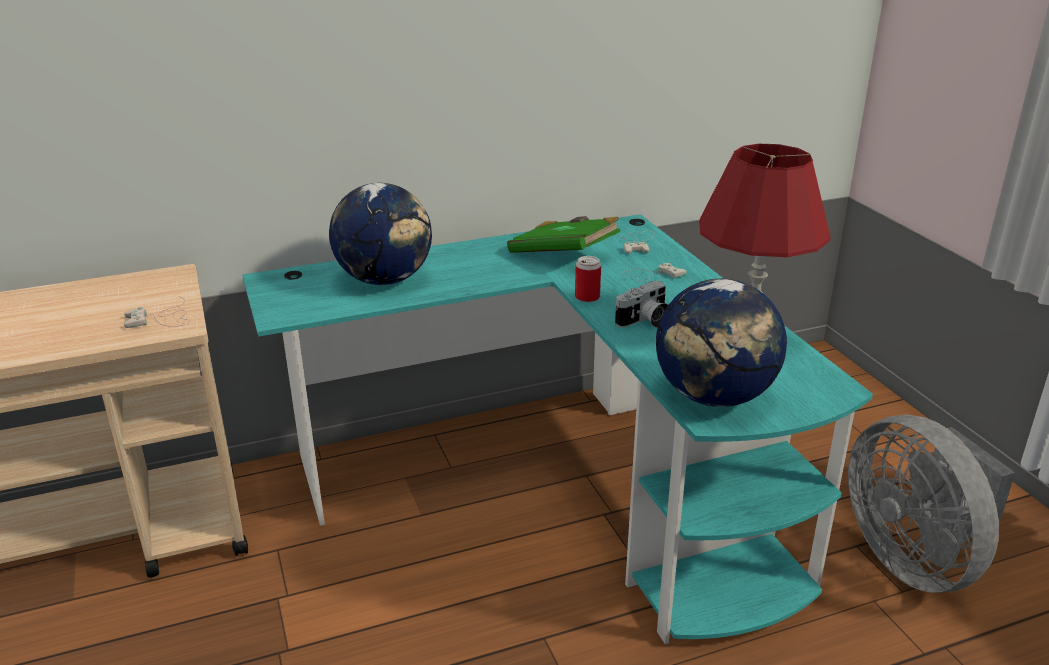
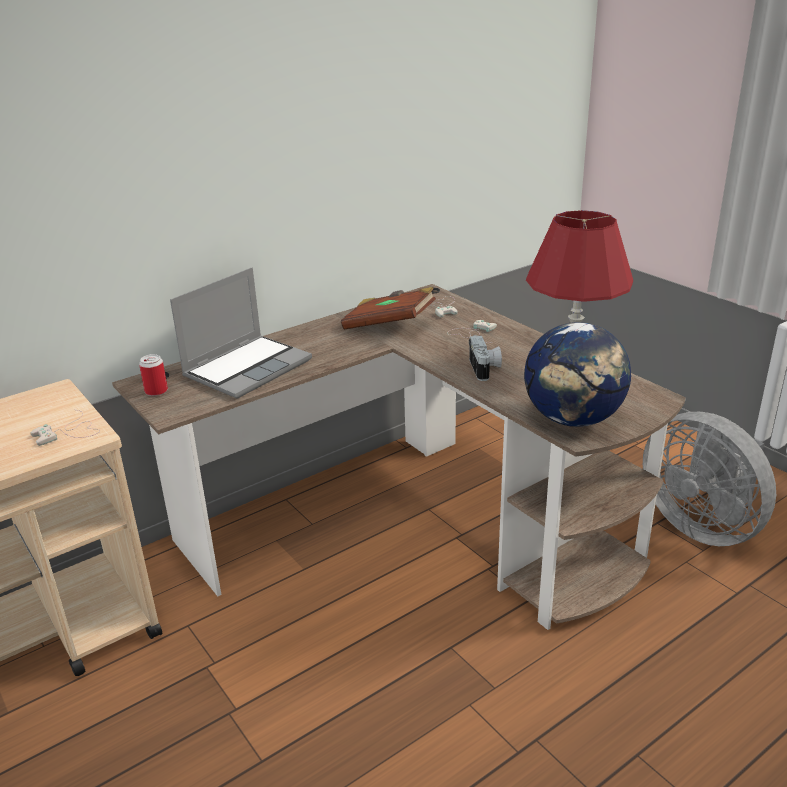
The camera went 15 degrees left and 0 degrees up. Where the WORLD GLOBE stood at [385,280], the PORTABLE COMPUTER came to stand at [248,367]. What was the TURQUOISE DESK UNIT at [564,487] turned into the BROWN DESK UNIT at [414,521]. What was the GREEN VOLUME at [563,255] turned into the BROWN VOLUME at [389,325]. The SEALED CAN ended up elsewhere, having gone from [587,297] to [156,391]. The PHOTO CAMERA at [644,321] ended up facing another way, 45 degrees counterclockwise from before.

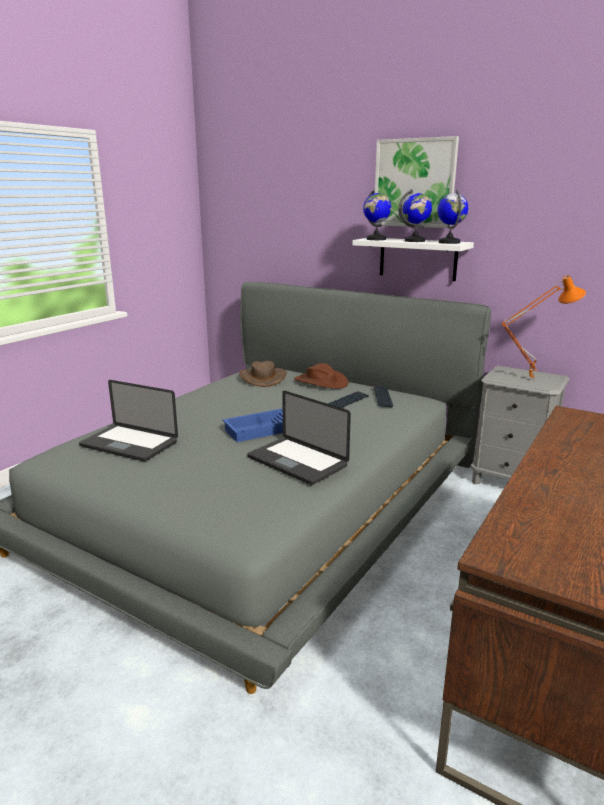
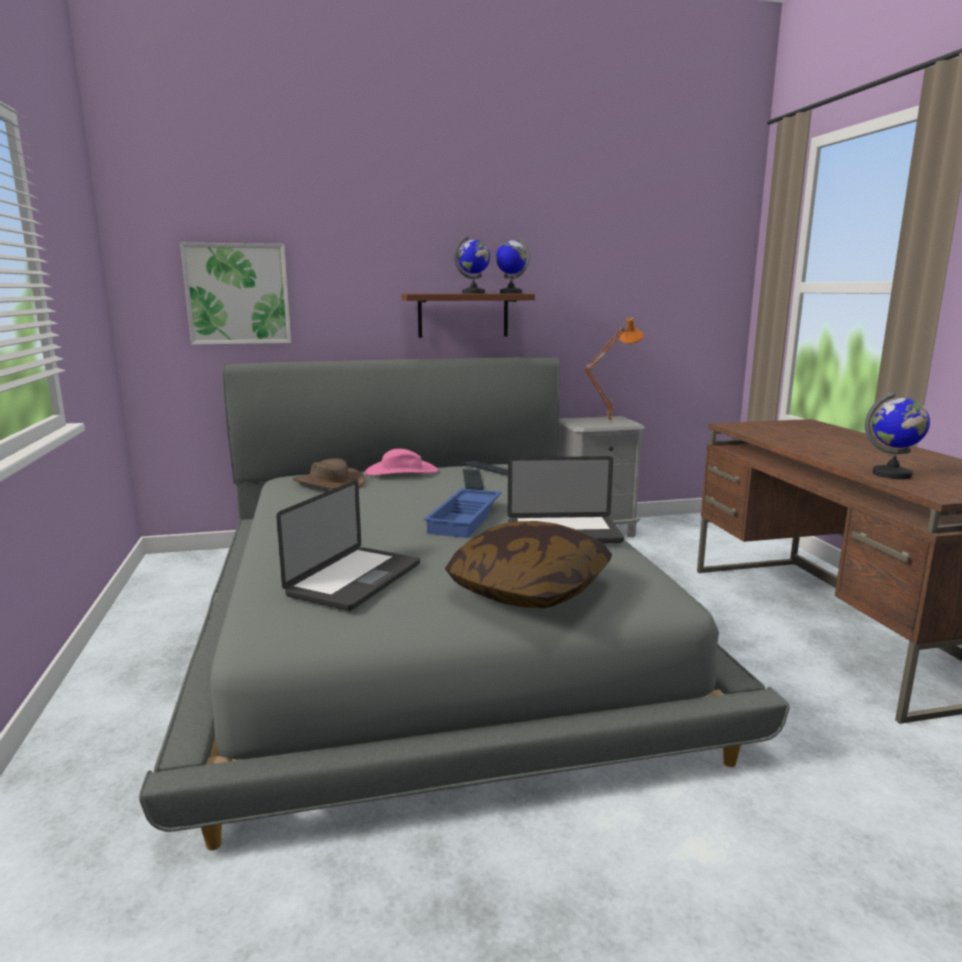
The camera went 45 degrees left and 5 degrees down. The WALL ART ended up elsewhere, having gone from [414,183] to [238,294]. The WORLD GLOBE ended up elsewhere, having gone from [376,239] to [892,474]. What was the WHITE-COLOURED BRACKET SHELF at [417,259] turned into the BROWN BRACKET SHELF at [463,315]. What was the BROWN WEARABLE HAT at [320,382] turned into the PINK-COLOURED WEARABLE HAT at [401,472]. The PORTABLE COMPUTER at [129,444] ended up facing another way, 45 degrees counterclockwise from before. The second view gained the THROW PILLOW at [529,589].

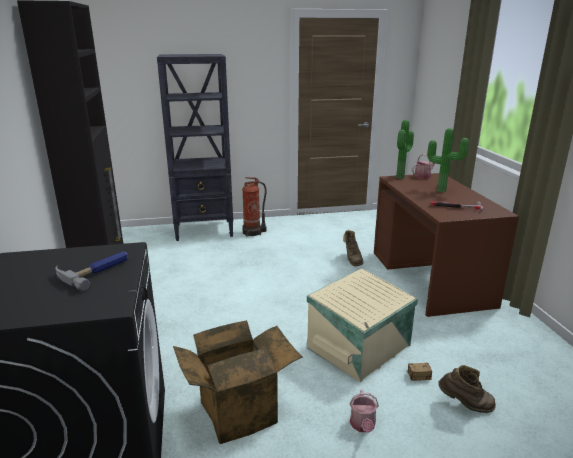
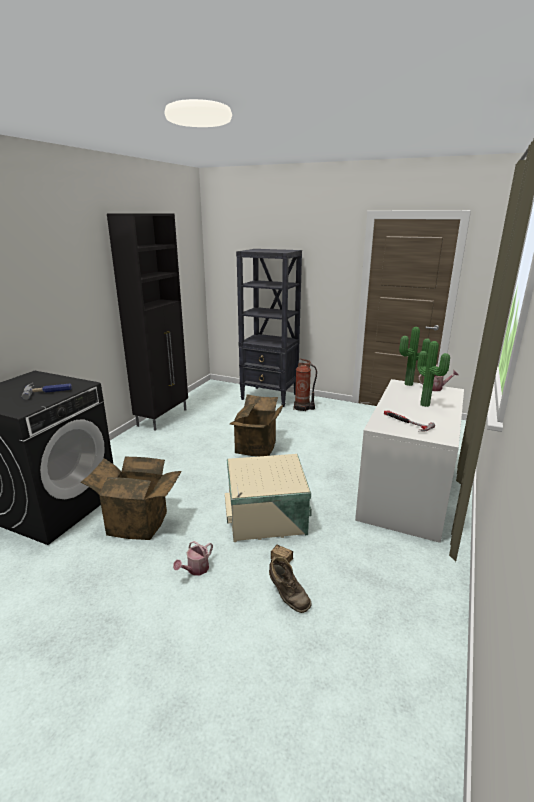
The camera went 35 degrees right and 0 degrees up. What was the BROWN DESK UNIT at [430,277] turned into the WHITE-COLOURED DESK UNIT at [407,491]. The second view lost the BROWN HIGH-TOP BOOT at [352,259]. The second view gained the CARDBOARD BOX at [257,447].

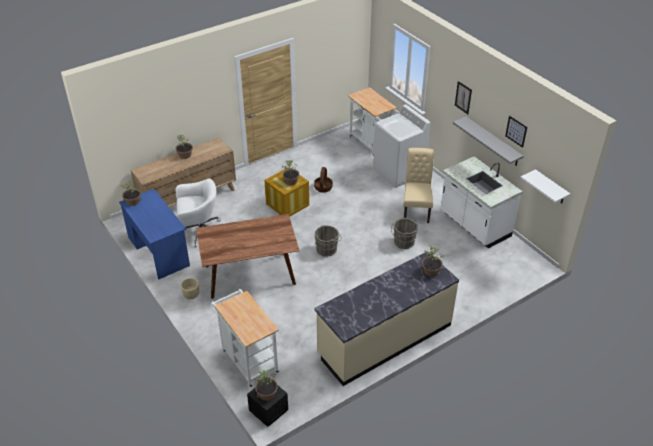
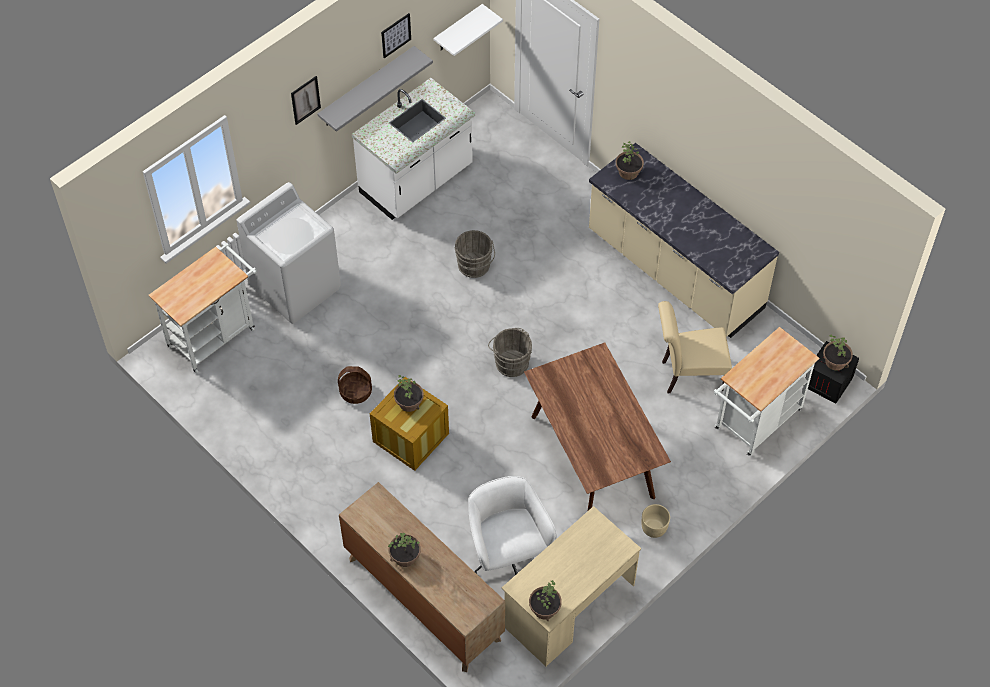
The camera went 100 degrees left and 15 degrees up. The BEIGE-COLOURED UPRIGHT CHAIR ended up elsewhere, having gone from [416,209] to [688,375]. What was the BLUE-COLOURED DESK UNIT at [158,251] turned into the BEIGE-COLOURED DESK UNIT at [569,606].

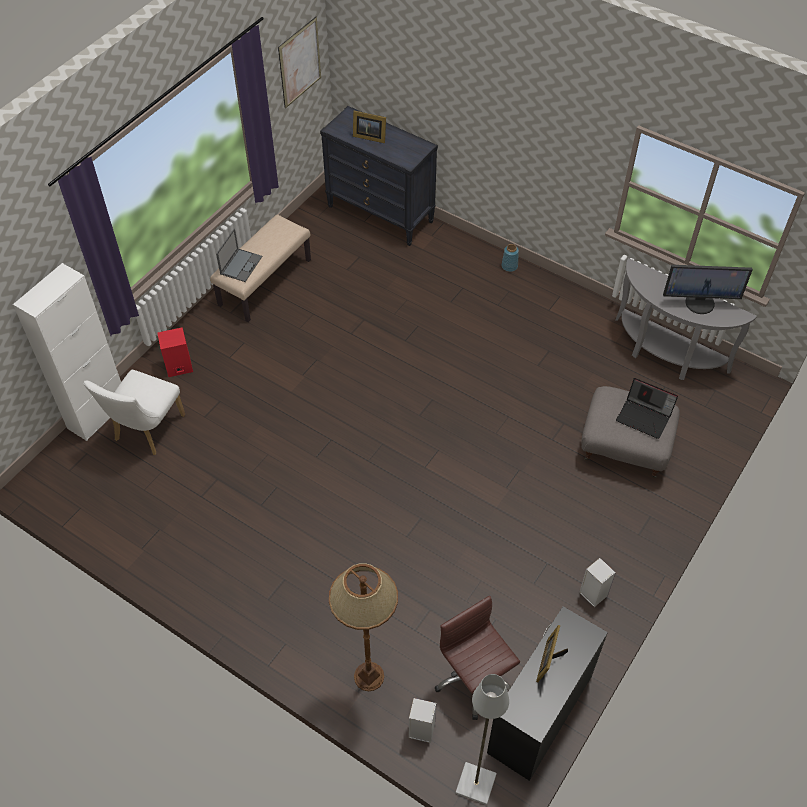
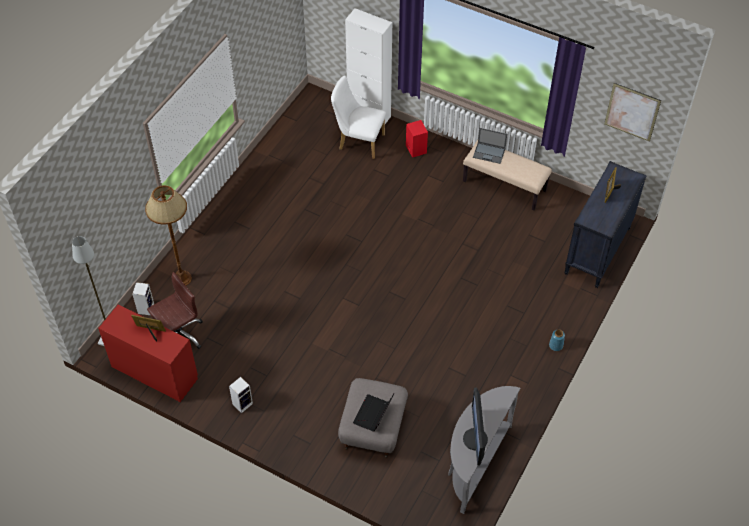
The camera went 85 degrees right and 0 degrees up. What was the BLACK DESK UNIT at [540,714] turned into the RED DESK UNIT at [154,372].

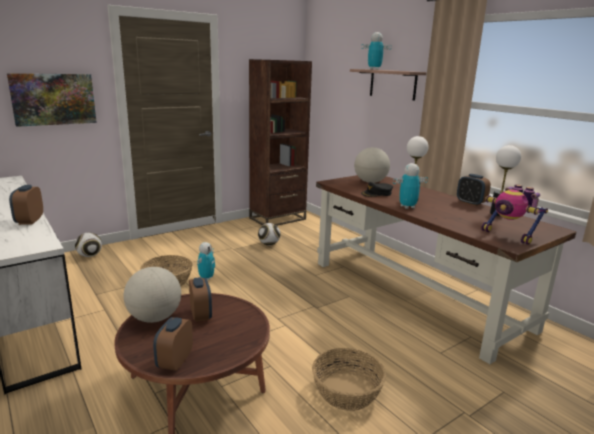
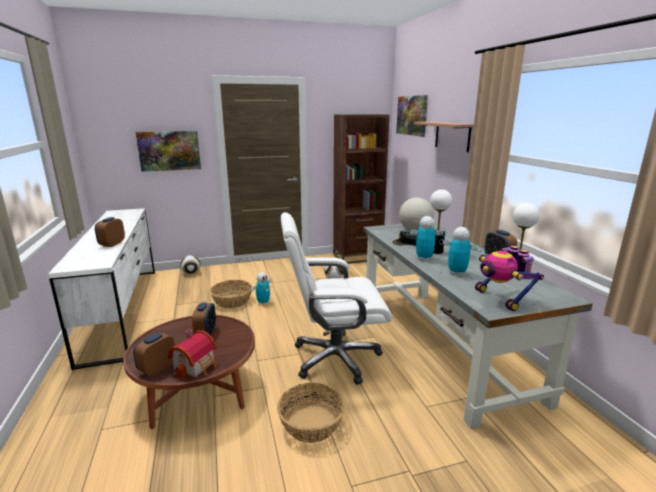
The camera went 20 degrees right and 0 degrees up. The TOY ROBOT ended up elsewhere, having gone from [374,69] to [456,273]. What was the BROWN DESK UNIT at [416,294] turned into the GRAY DESK UNIT at [442,344]. The second view lost the WORLD GLOBE at [154,318]. The second view gained the WALL ART at [412,115]. The second view gained the WHITE-COLOURED COMPUTER CHAIR at [334,358]. The second view gained the MINIATURE HOUSE at [197,366].

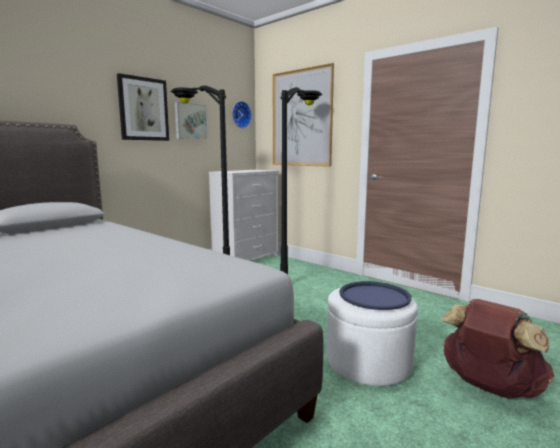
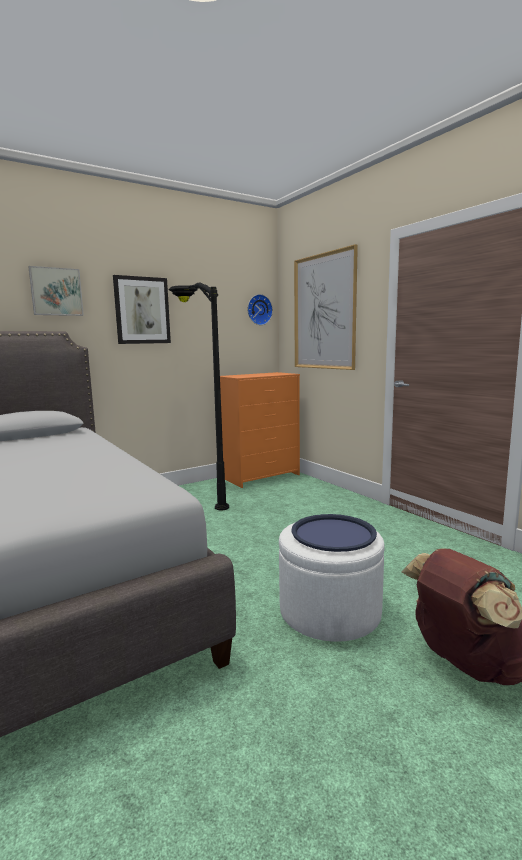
The camera went 15 degrees right and 0 degrees up. The second view lost the BLACK FLOOR LAMP at [301,274]. The WALL ART ended up elsewhere, having gone from [190,121] to [56,292]. What was the WHITE-COLOURED DRAWER CHEST at [246,259] turned into the ORANGEY DRAWER CHEST at [261,476].

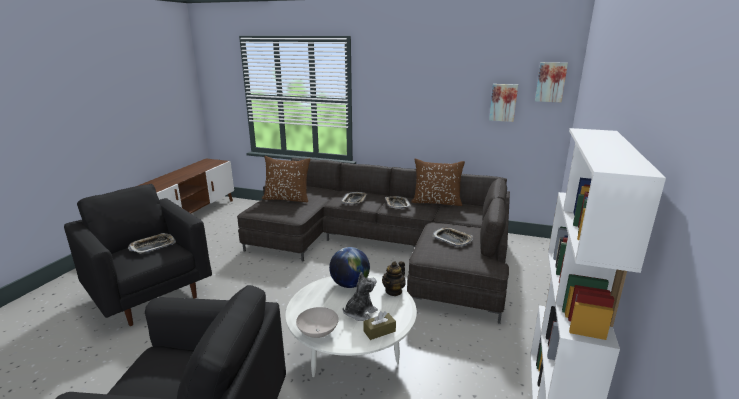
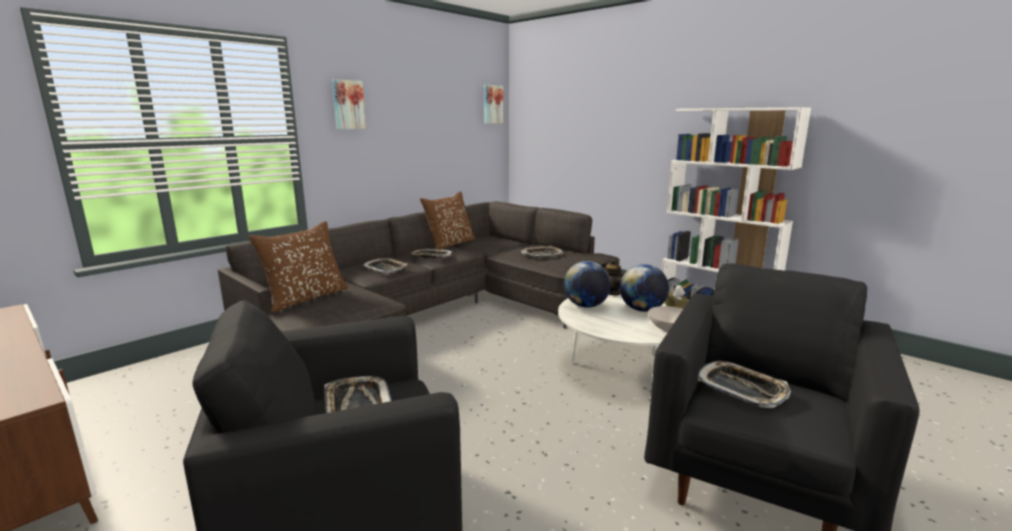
The camera went 65 degrees left and 5 degrees down. The WALL ART ended up elsewhere, having gone from [503,102] to [348,104]. Where the SOFT TOY stood at [360,312], the WORLD GLOBE came to stand at [642,310]. The second view gained the CARRYING TRAY at [741,389].

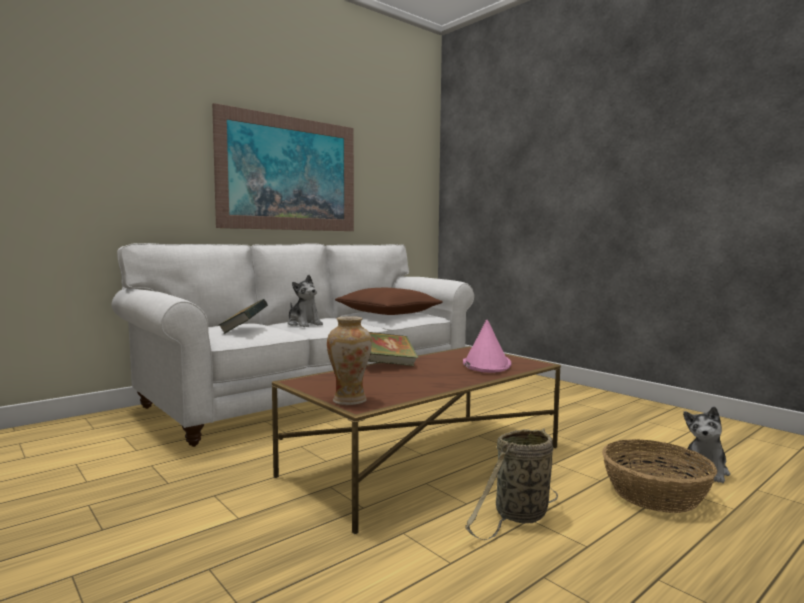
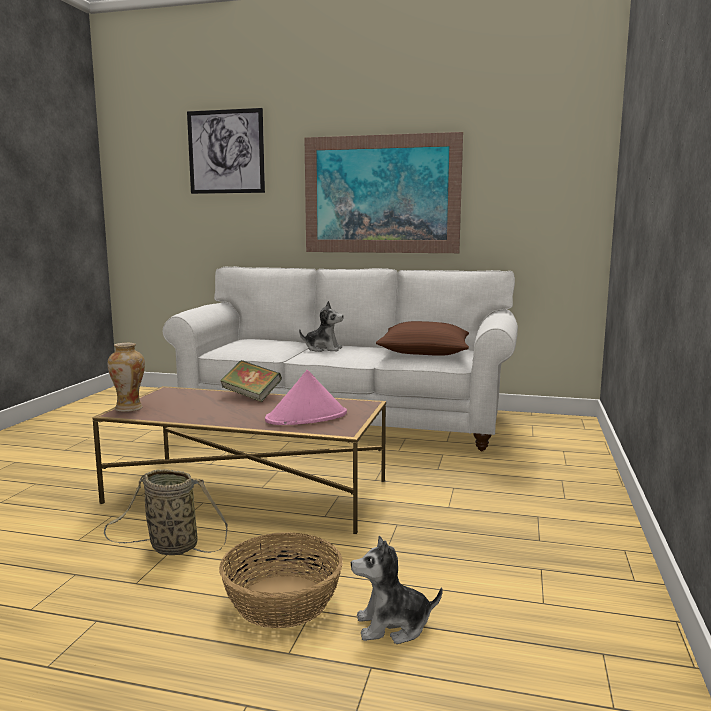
The camera went 55 degrees right and 5 degrees up. The SOFT TOY at [304,324] ended up facing another way, 90 degrees counterclockwise from before. The second view lost the VOLUME at [244,330]. The second view gained the WALL ART at [226,152].

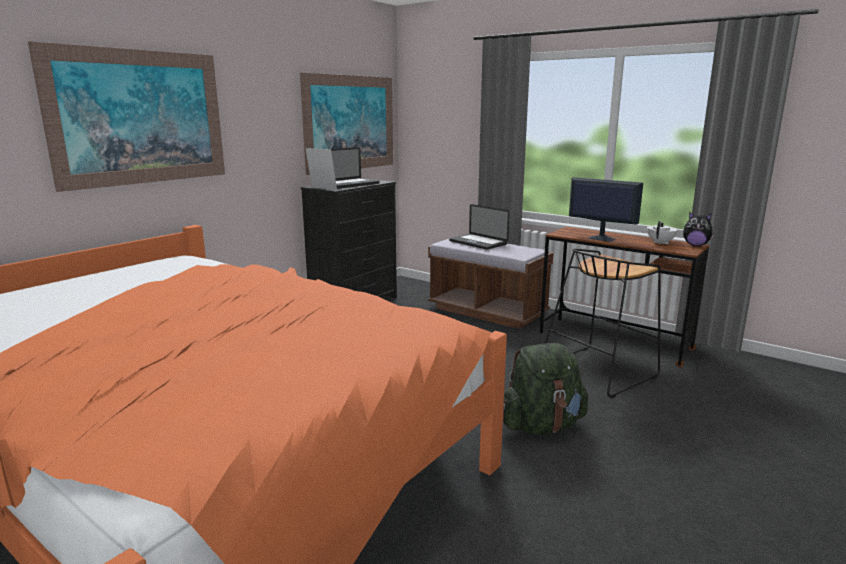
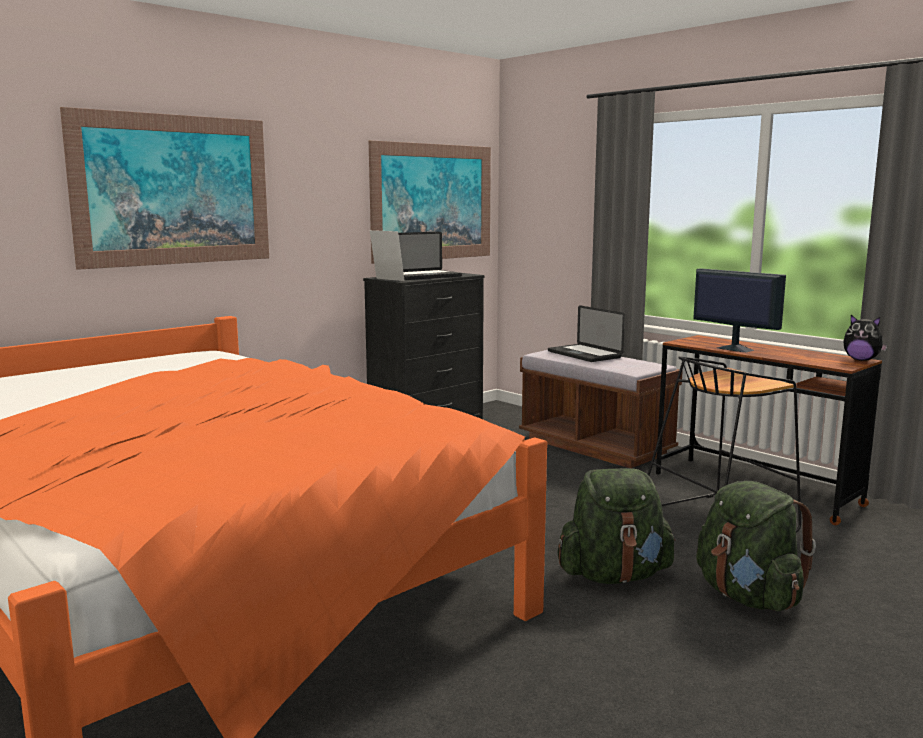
The camera went 10 degrees right and 5 degrees down. The second view lost the WHITE-COLOURED POT FOR TEA at [660,243]. The second view gained the GREEN BACKPACK at [748,597].

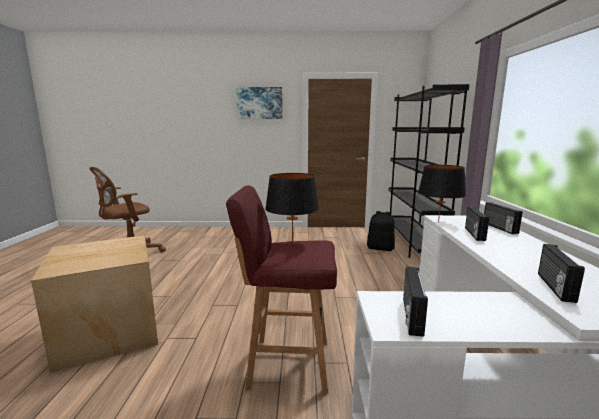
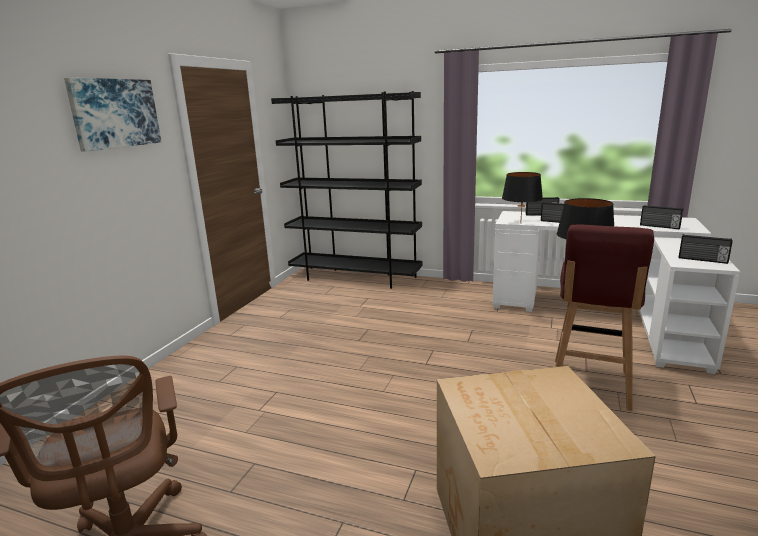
The camera went 70 degrees left and 5 degrees up. The second view lost the BLACK BACKPACK at [380,248].

